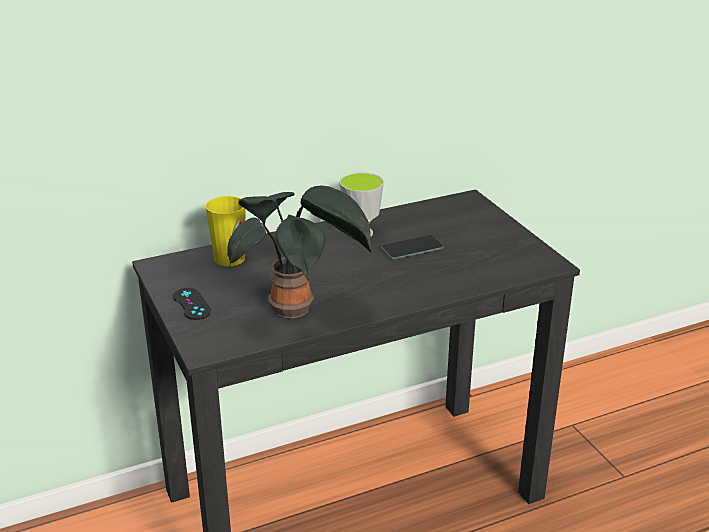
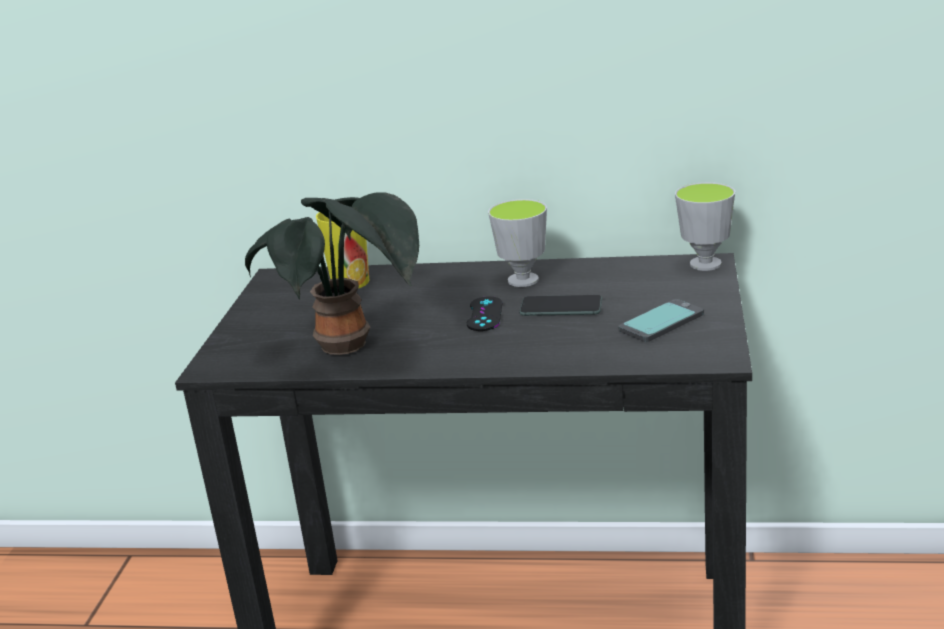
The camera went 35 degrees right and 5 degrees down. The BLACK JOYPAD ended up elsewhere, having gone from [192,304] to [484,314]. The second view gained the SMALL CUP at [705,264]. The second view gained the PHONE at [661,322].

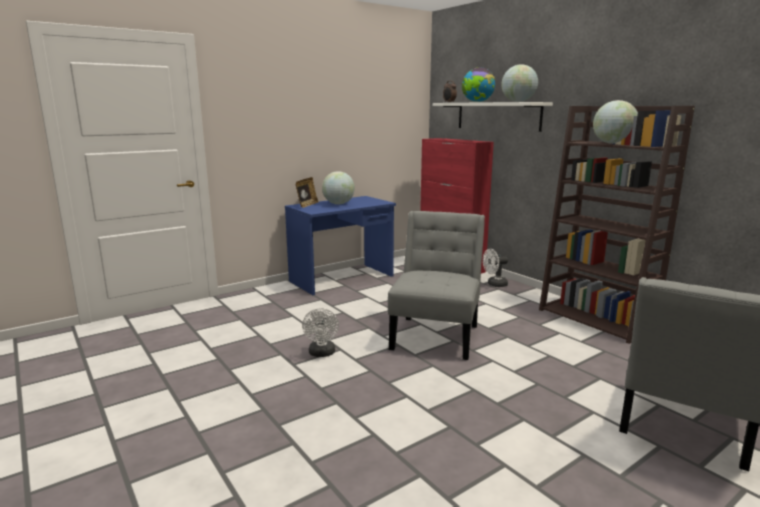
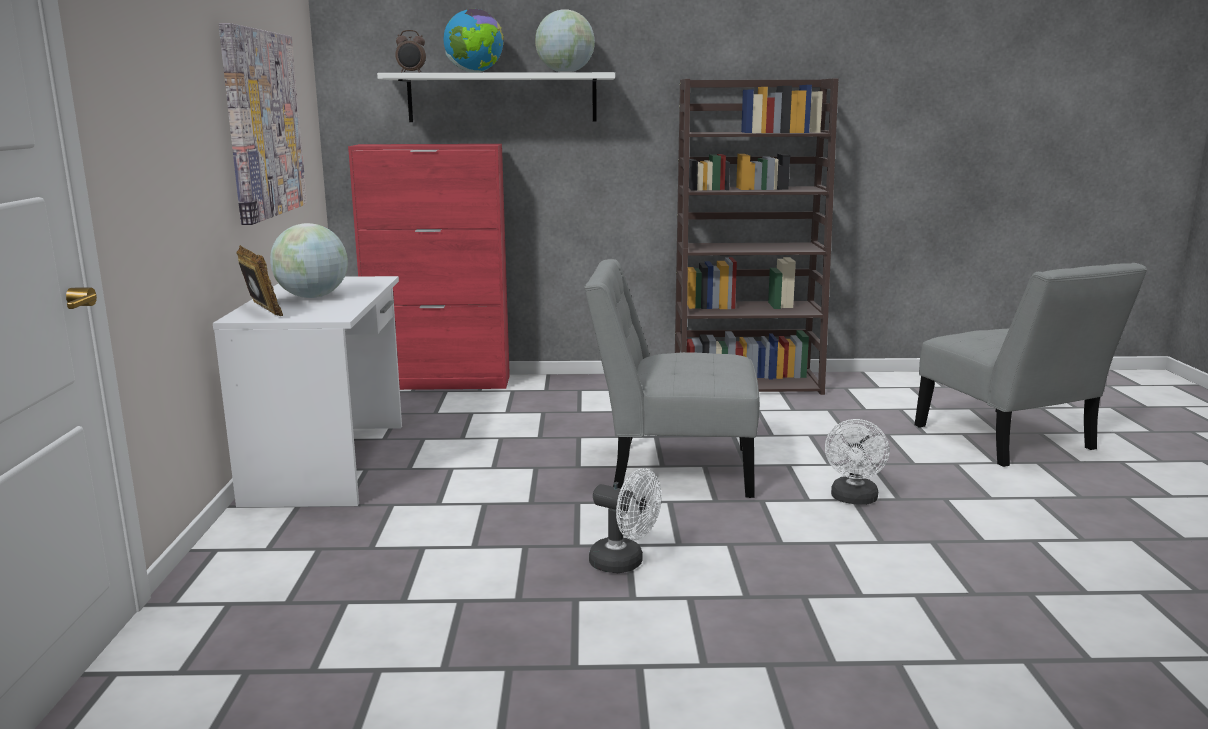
The camera went 55 degrees left and 0 degrees up. The second view lost the WORLD GLOBE at [613,143]. What was the BLUE-COLOURED DESK UNIT at [342,279] turned into the WHITE-COLOURED DESK UNIT at [331,462]. The GRAY UPRIGHT CHAIR at [436,335] ended up facing another way, 45 degrees counterclockwise from before. The WHITE-COLOURED COOLING FAN ended up elsewhere, having gone from [494,284] to [853,499]. The second view gained the WALL ART at [262,124].

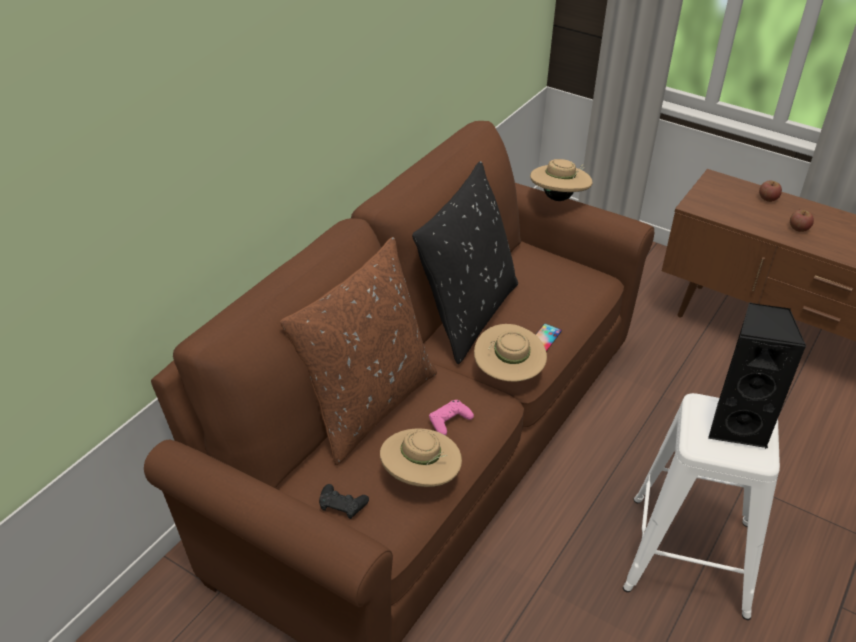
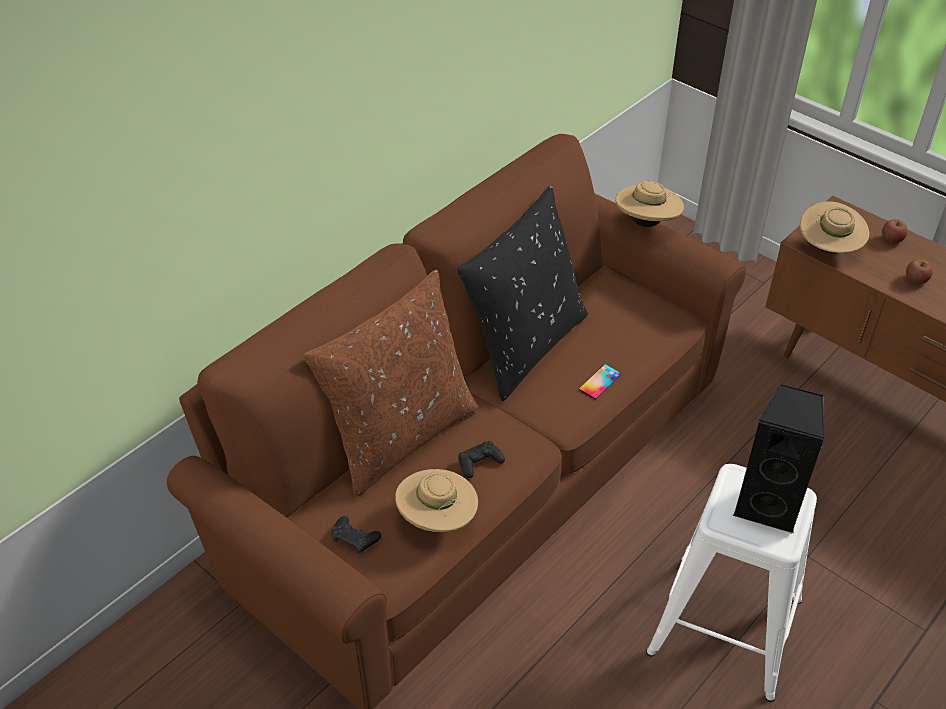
The camera went 10 degrees right and 5 degrees up. The BEIGE-COLOURED WEARABLE HAT ended up elsewhere, having gone from [508,374] to [828,248]. What was the PINK-COLOURED JOYPAD at [449,421] turned into the BLACK JOYPAD at [479,462].

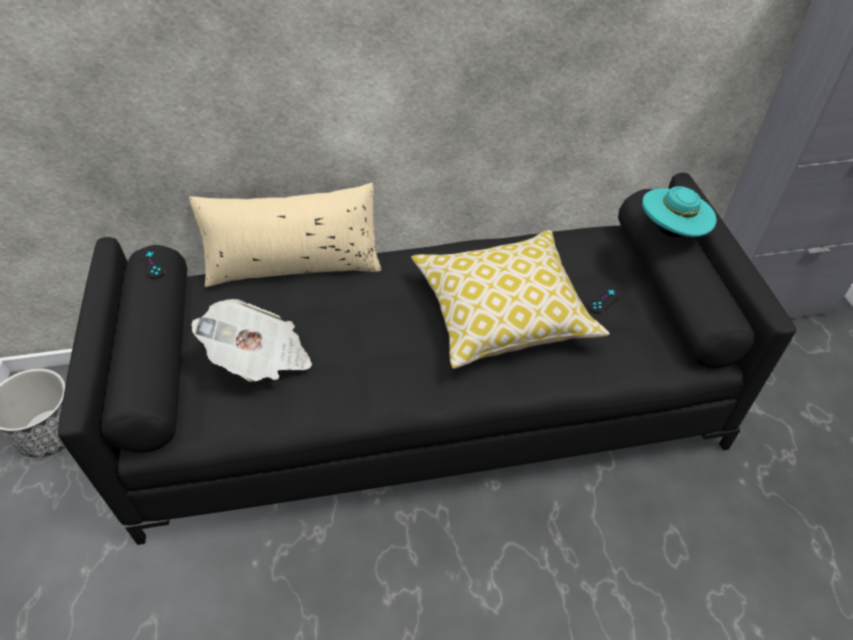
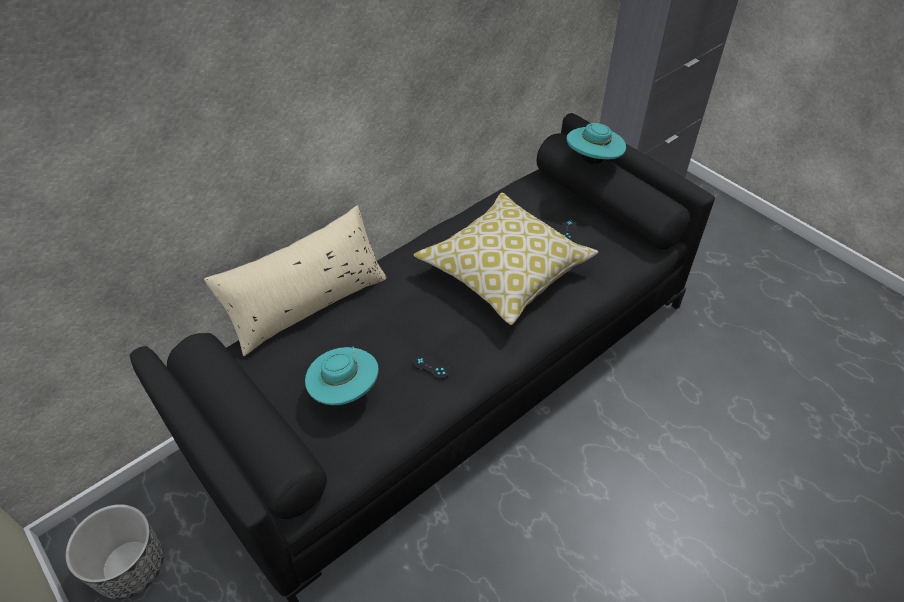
The camera went 30 degrees left and 0 degrees up. The BLACK JOYPAD ended up elsewhere, having gone from [153,263] to [430,367]. Where the NEWSPAPER stood at [260,359], the TURQUOISE WEARABLE HAT came to stand at [345,391].

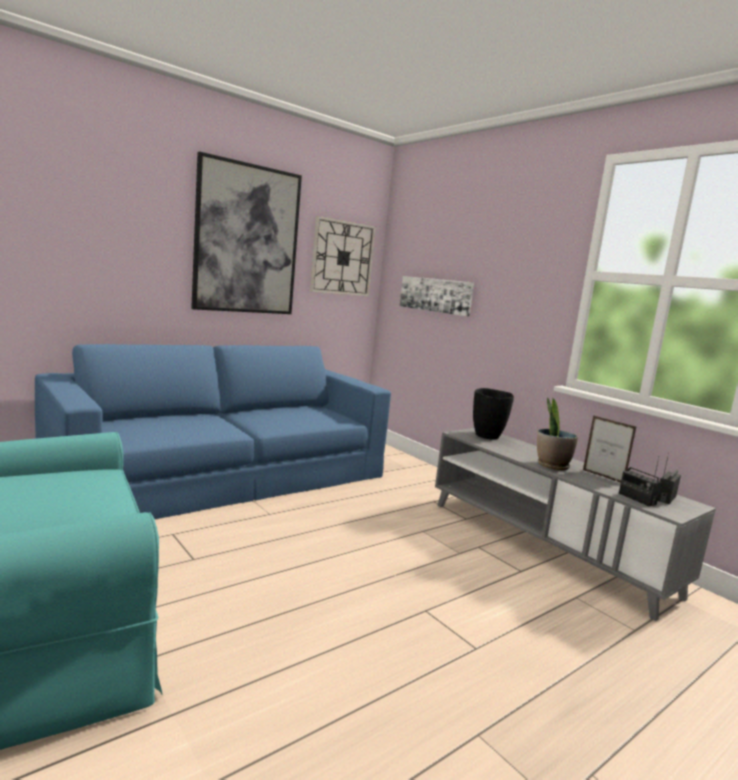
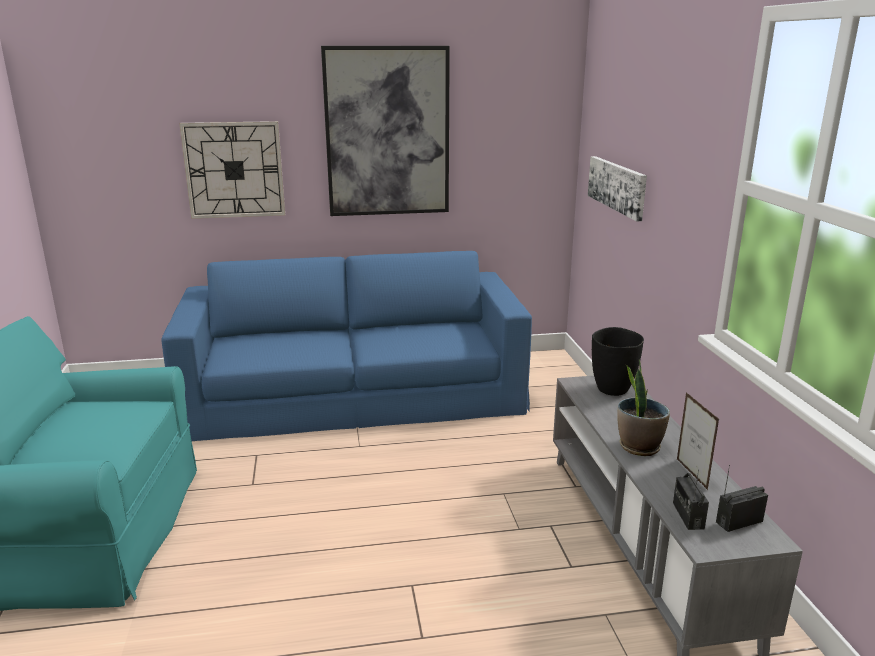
The camera went 30 degrees right and 10 degrees up. The CLOCK ON THE WALL ended up elsewhere, having gone from [342,258] to [234,170].

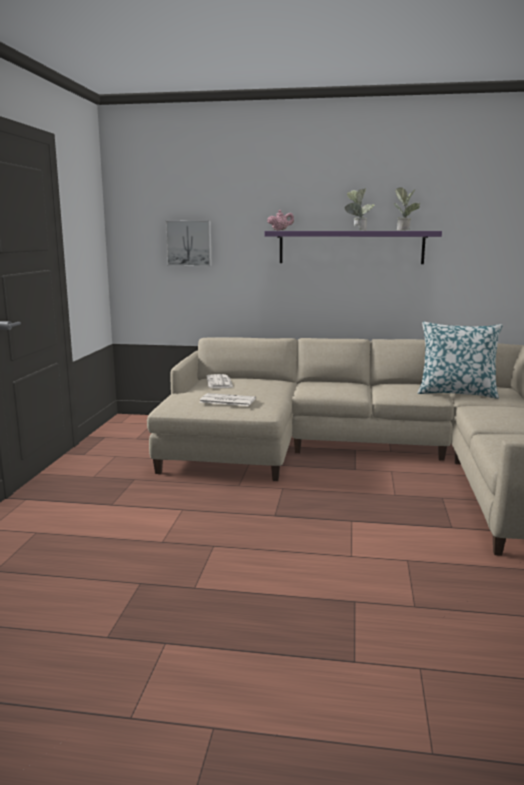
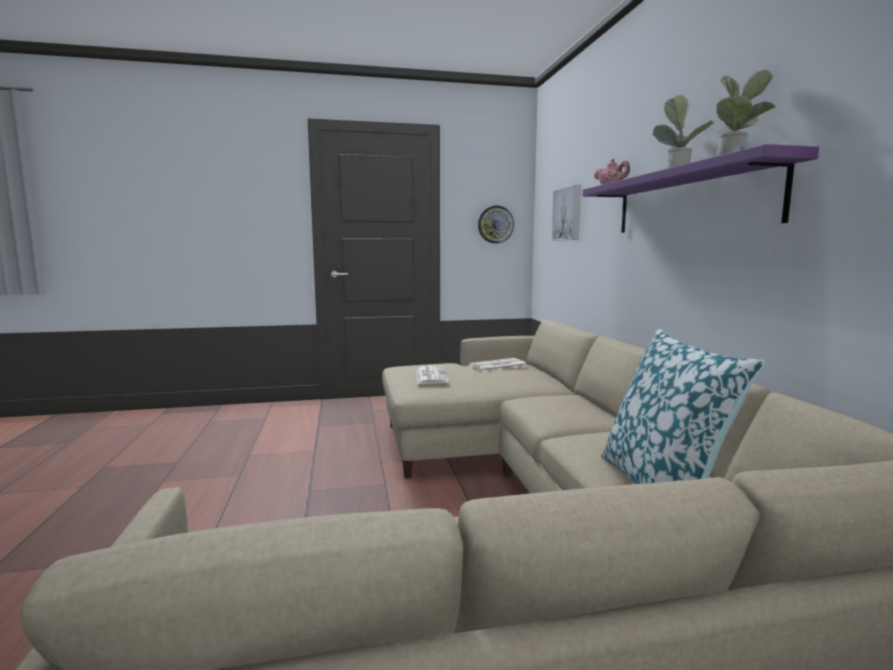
The camera went 70 degrees right and 5 degrees down. The second view gained the CLOCK ON THE WALL at [495,224].

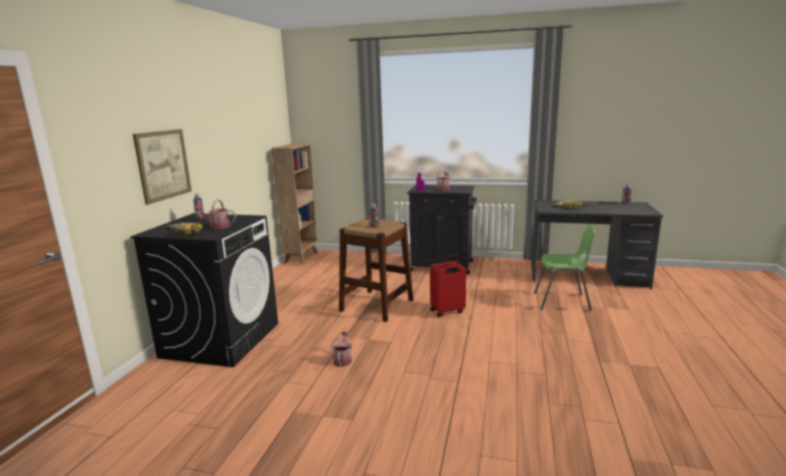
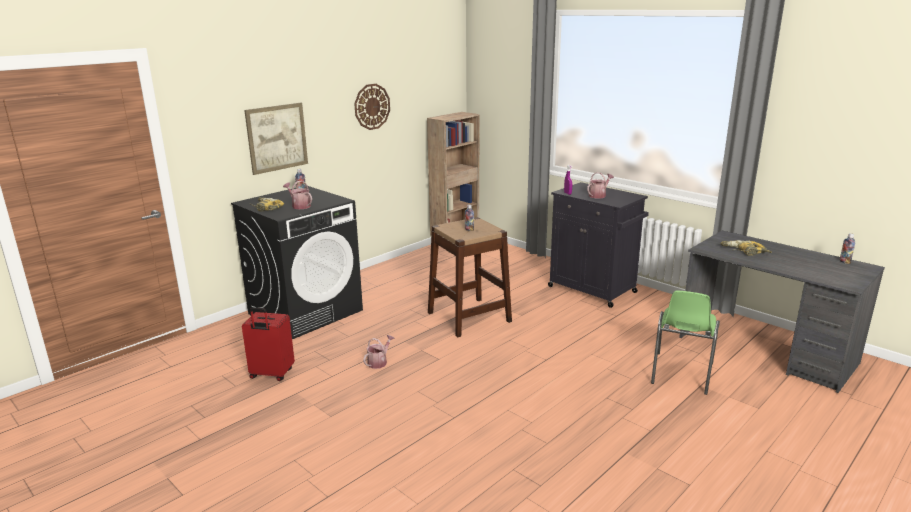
The camera went 30 degrees right and 5 degrees up. The GREEN UPRIGHT CHAIR at [562,302] ended up facing another way, 75 degrees clockwise from before. The RED TRAVEL CASE ended up elsewhere, having gone from [447,312] to [271,374]. The second view gained the CLOCK ON THE WALL at [372,106].

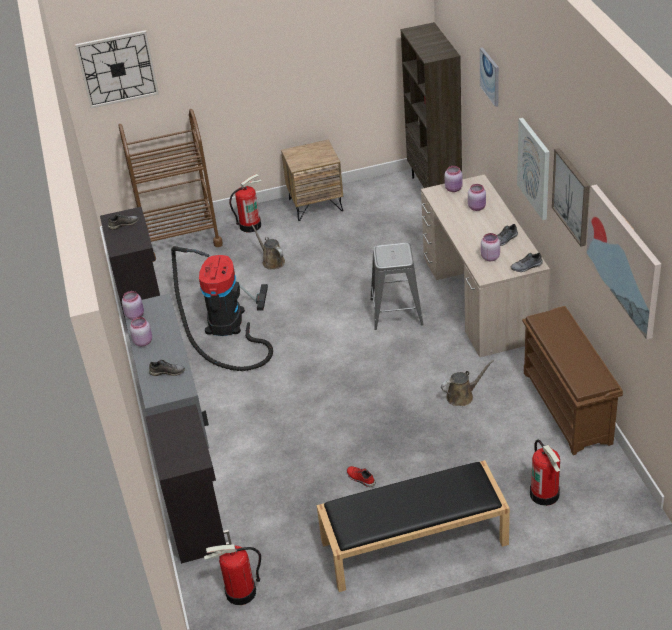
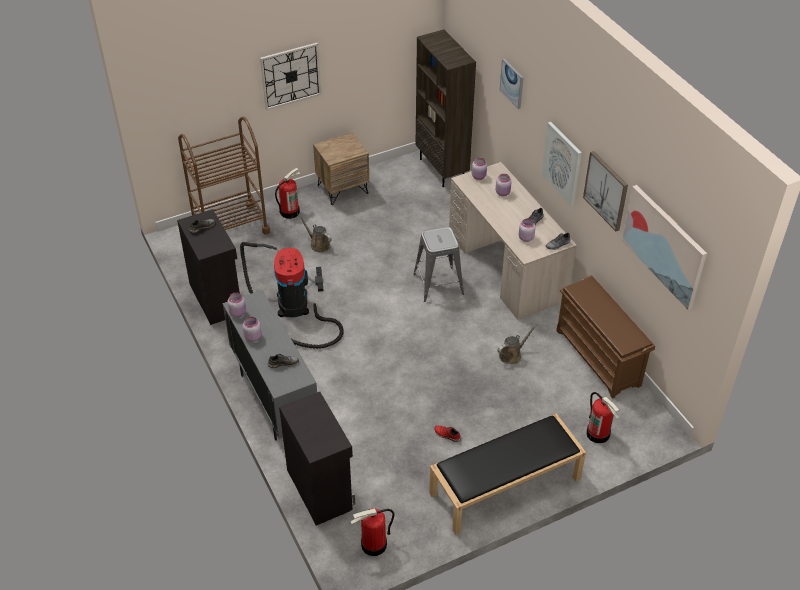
The camera went 15 degrees left and 5 degrees up. The CLOCK ON THE WALL ended up elsewhere, having gone from [117,69] to [291,76].

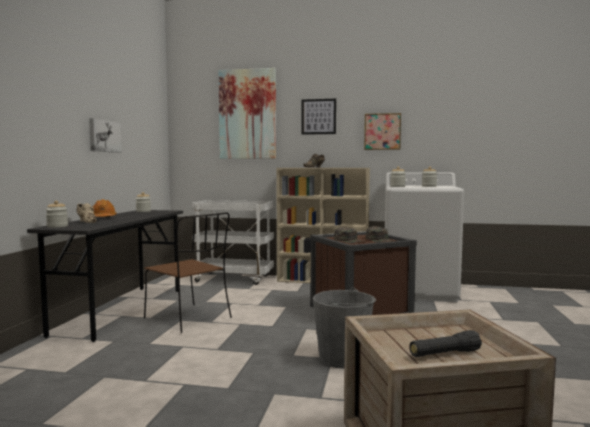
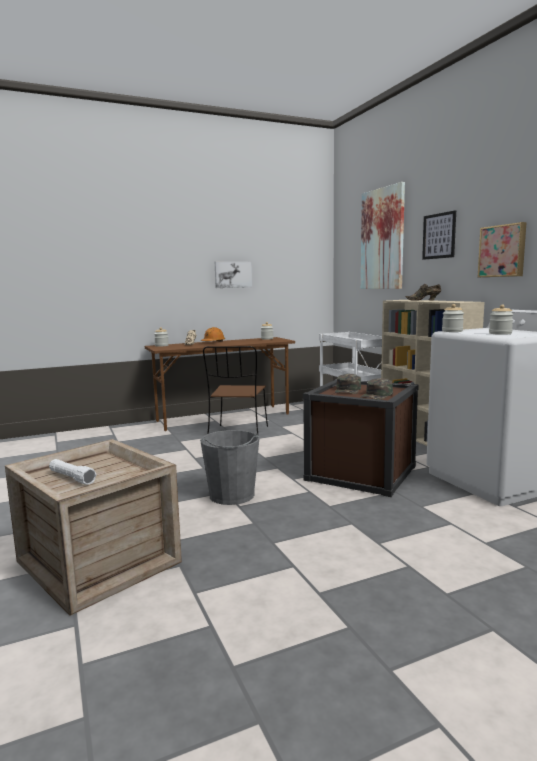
The camera went 55 degrees right and 5 degrees up. What was the GRAY DESK UNIT at [121,310] turned into the BROWN DESK UNIT at [223,417]. What was the BLACK FLASHLIGHT at [444,354] turned into the WHITE-COLOURED FLASHLIGHT at [72,478].

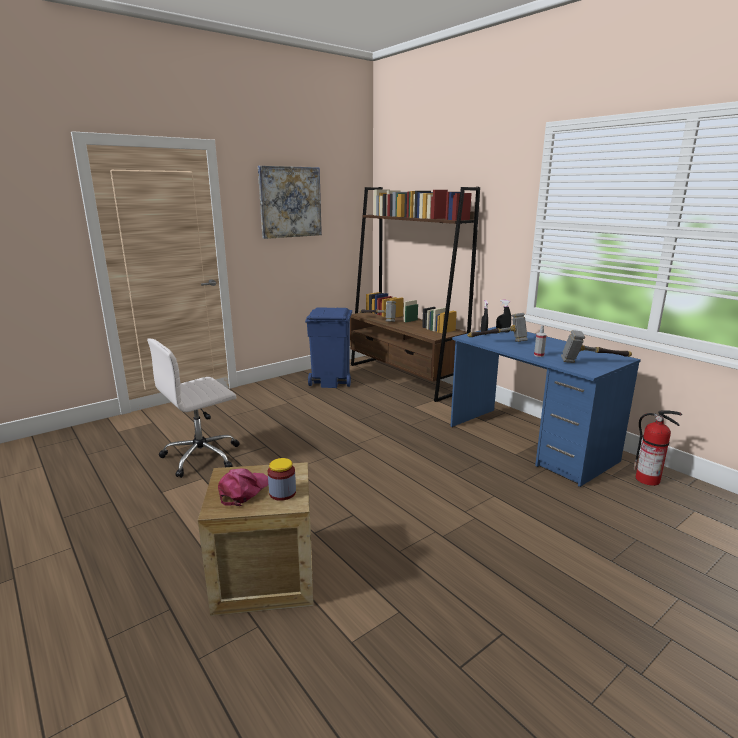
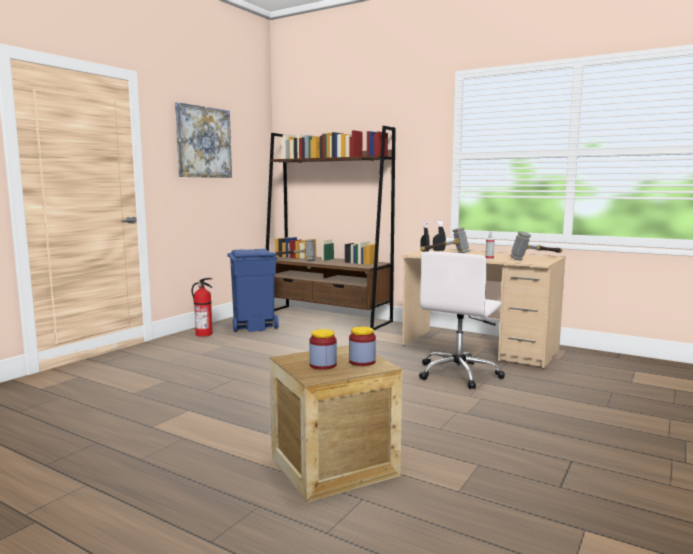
The camera went 20 degrees left and 10 degrees down. What was the BLUE-COLOURED DESK UNIT at [529,443] turned into the BEIGE-COLOURED DESK UNIT at [479,348]. The WHITE-COLOURED COMPUTER CHAIR ended up elsewhere, having gone from [203,456] to [459,374]. The FIRE EXTINGUISHER ended up elsewhere, having gone from [648,479] to [204,334]. Where the PINK-COLOURED BASEBALL CAP stood at [243,491], the JAR came to stand at [323,365].

